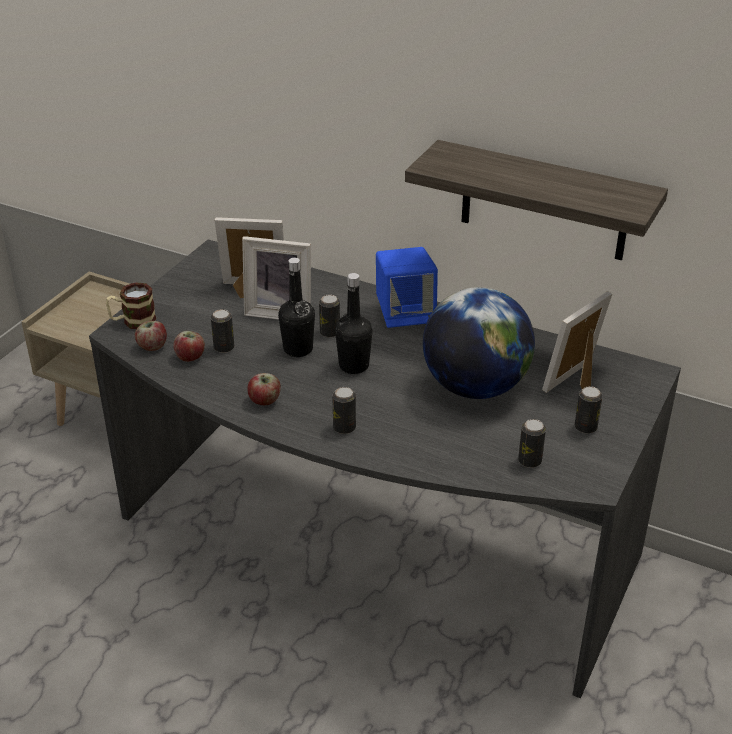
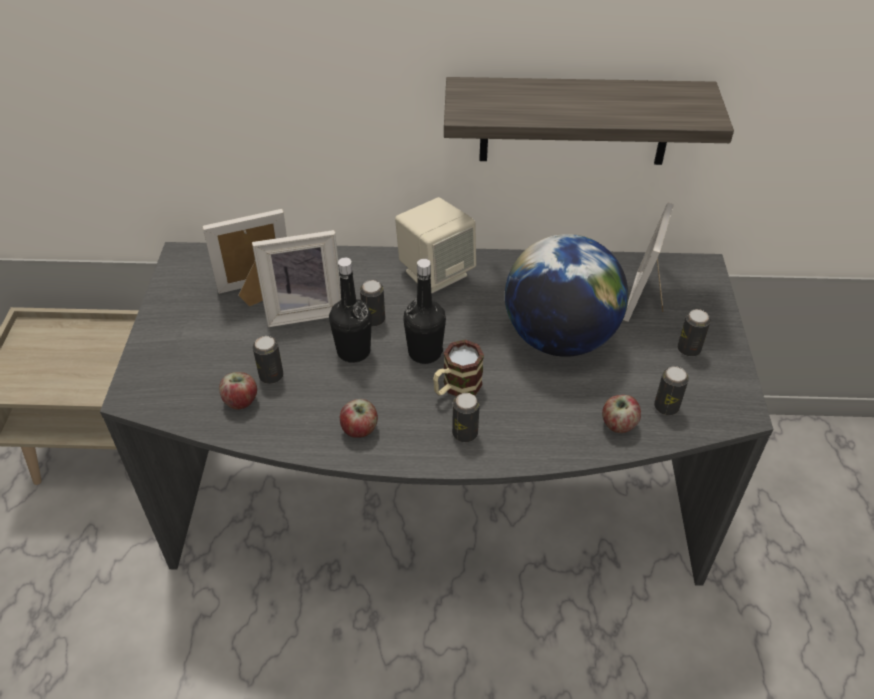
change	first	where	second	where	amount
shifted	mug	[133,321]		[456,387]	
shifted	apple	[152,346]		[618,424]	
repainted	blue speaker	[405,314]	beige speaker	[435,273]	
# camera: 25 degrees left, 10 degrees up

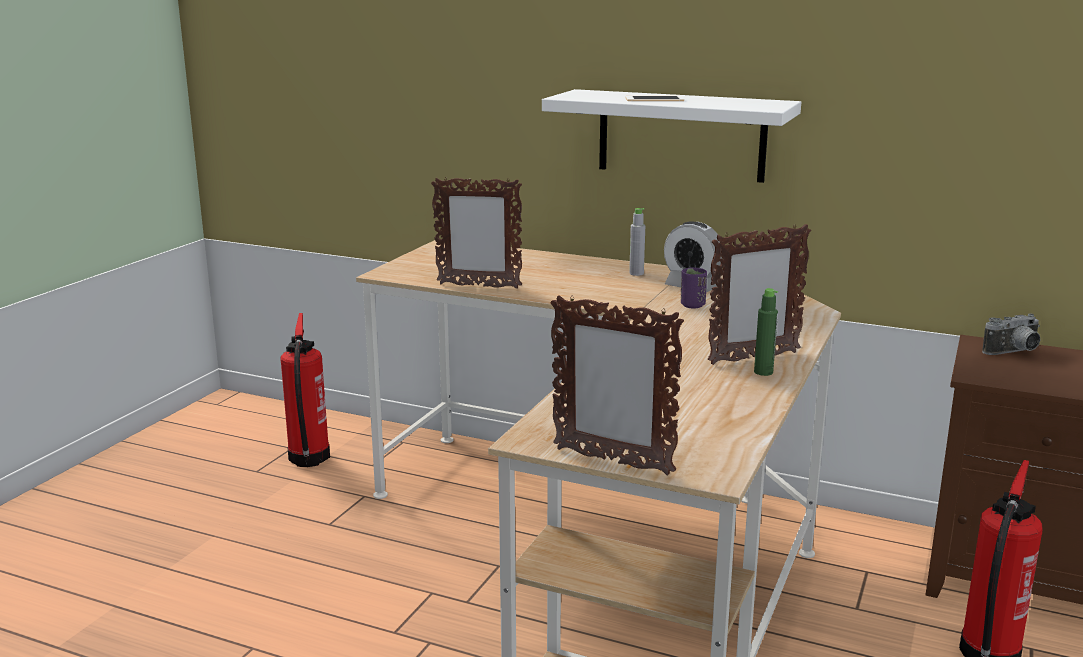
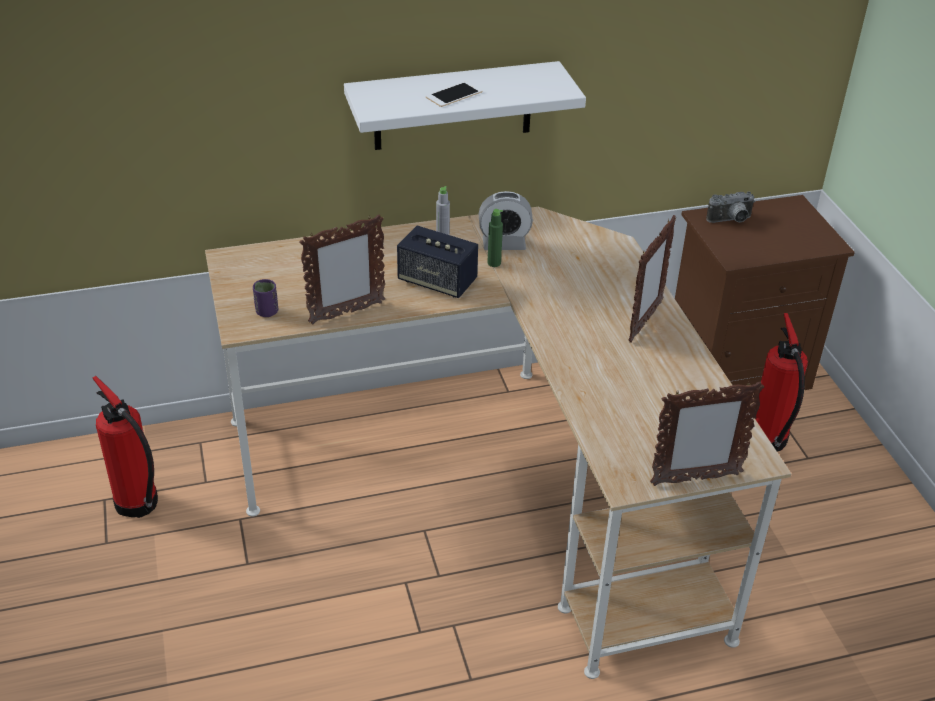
change	first	where	second	where	amount
new			speaker	[437,281]	
shifted	purple cup	[692,305]		[267,312]	
shifted	green bottle	[763,372]		[494,263]	
rotated	photo camera	[1014,353]		[731,221]	45 degrees clockwise
# camera: 40 degrees left, 20 degrees up

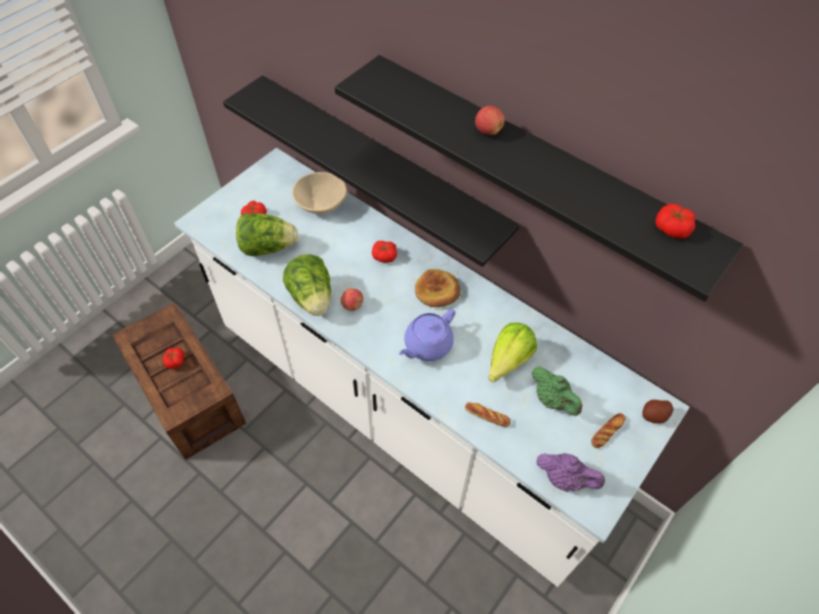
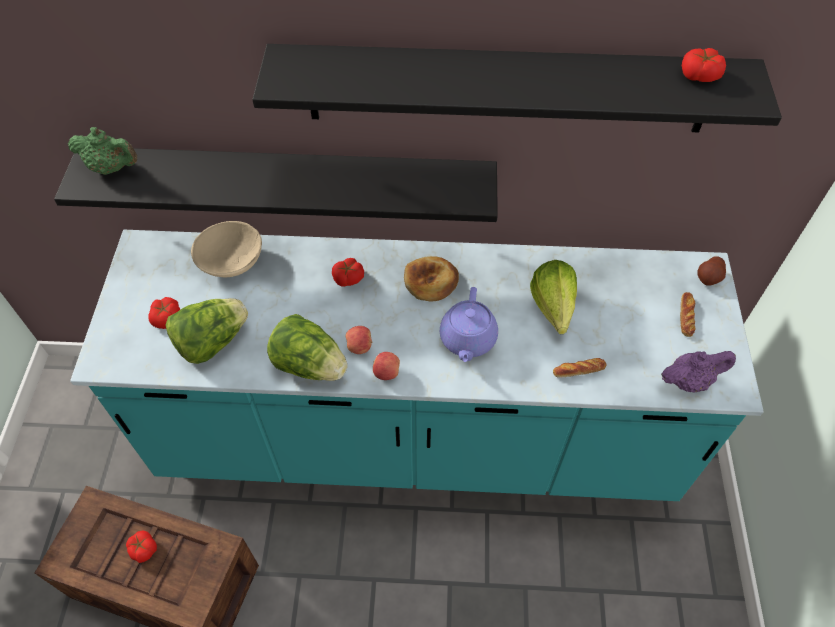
change	first	where	second	where	amount
shifted	apple	[488,131]		[386,372]	
shifted	green teapot	[552,400]		[111,168]	
repainted	white counter	[406,413]	turquoise counter	[417,440]	
# camera: 35 degrees left, 0 degrees up

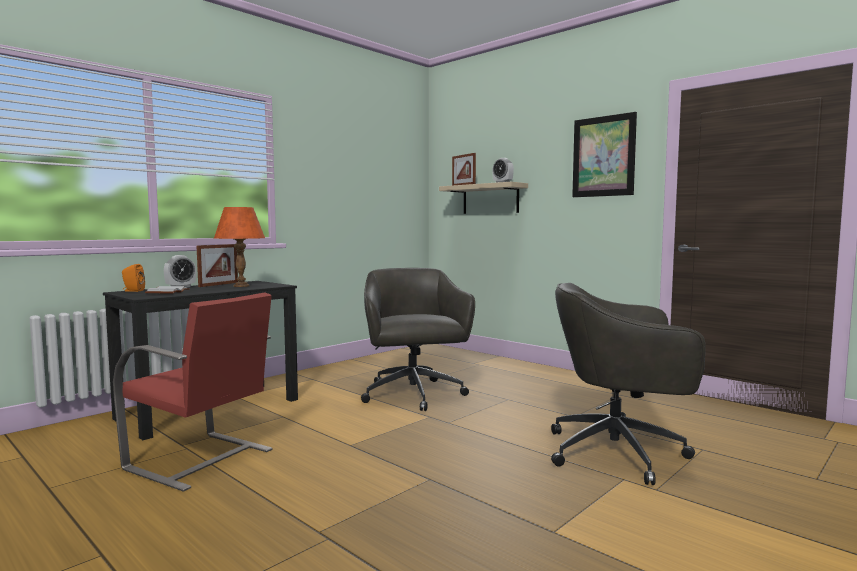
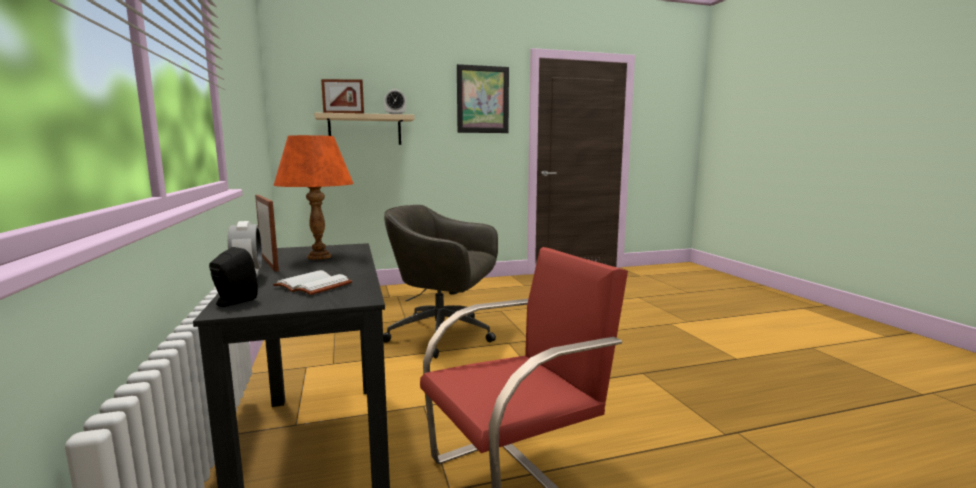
change	first	where	second	where	amount
gone	grey office chair	[619,453]			
repainted	orange speaker	[132,291]	black speaker	[233,302]	
# camera: 60 degrees left, 5 degrees up

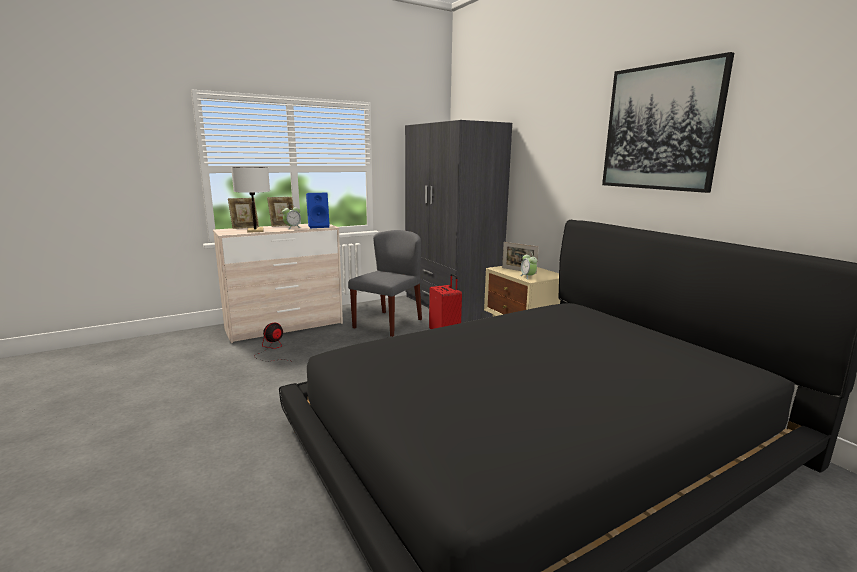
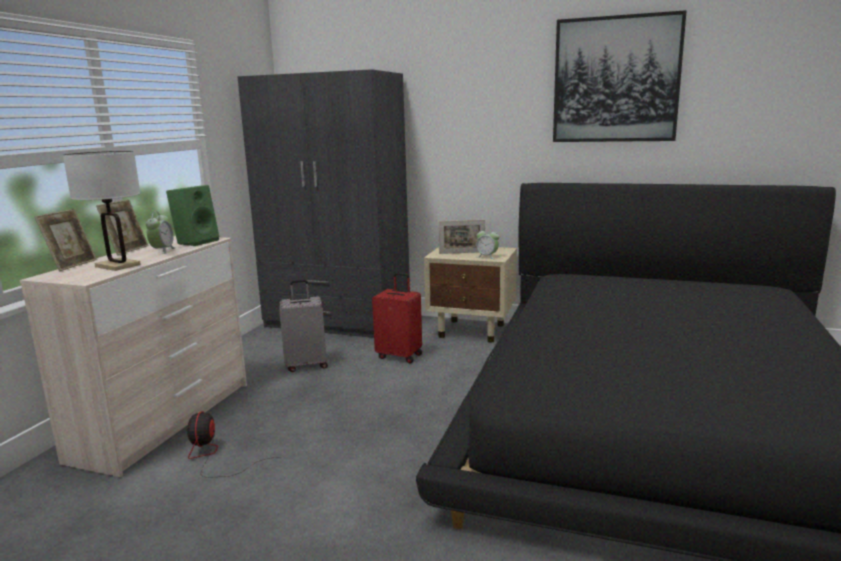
change	first	where	second	where	amount
swapped	grey chair	[388,323]	grey suitcase	[306,365]	
repainted	blue speaker	[319,226]	green speaker	[197,242]	
# camera: 40 degrees left, 0 degrees up

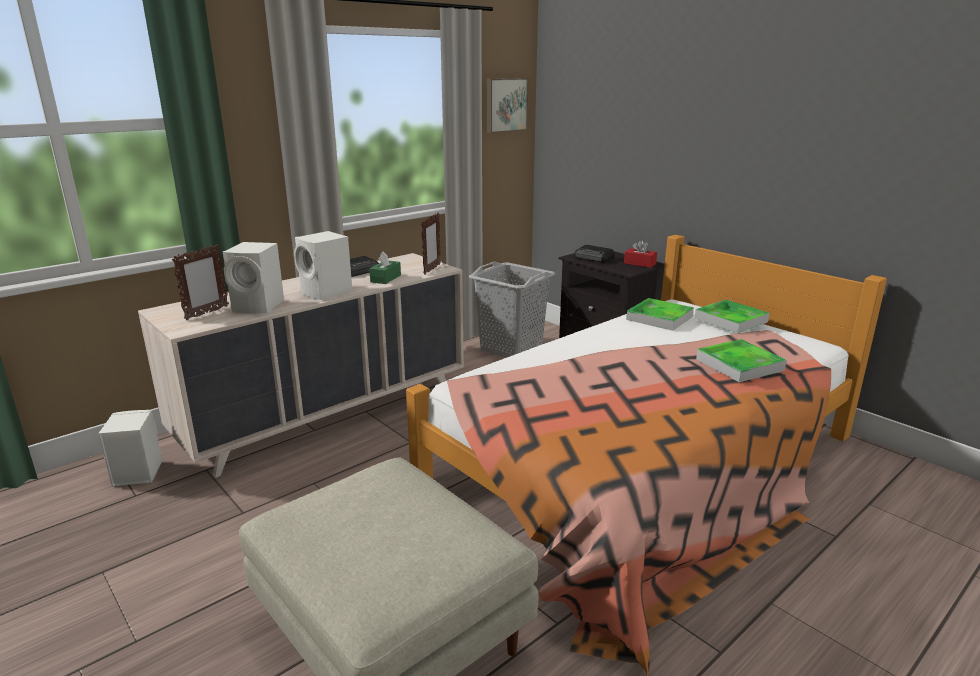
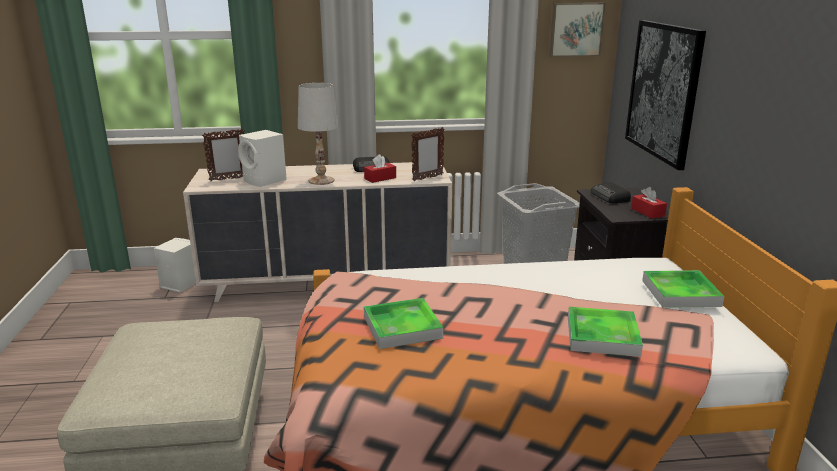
change	first	where	second	where	amount
new			picture	[663,91]	
shifted	tray	[659,318]		[402,327]	
swapped	white speaker	[327,292]	white table lamp	[321,181]	
repainted	green tissue box	[385,278]	red tissue box	[380,178]	
# camera: 35 degrees right, 0 degrees up

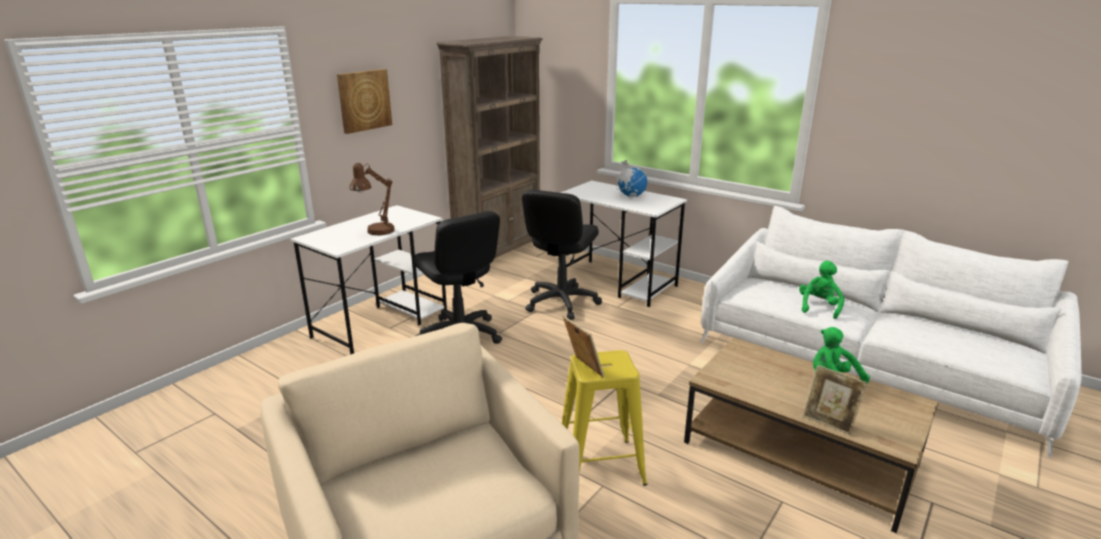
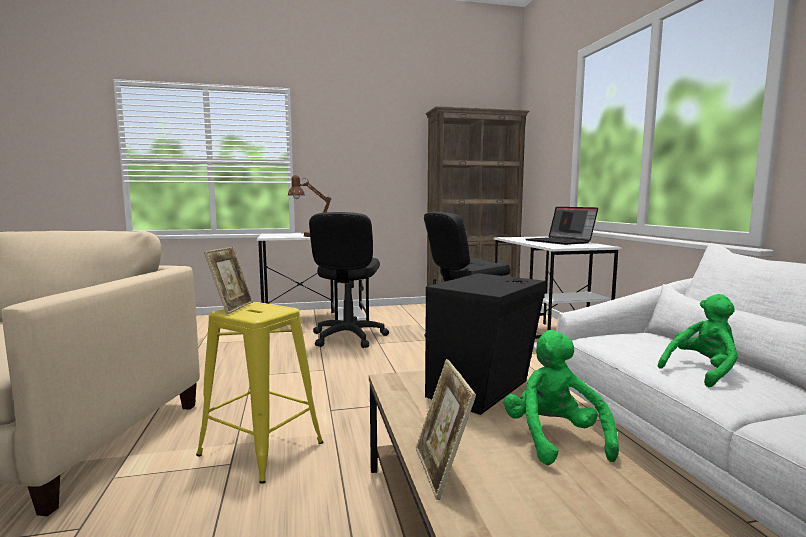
change	first	where	second	where	amount
gone	picture	[364,100]			
new			black speaker	[484,390]	
swapped	globe	[631,196]	laptop	[561,242]	
# camera: 40 degrees right, 15 degrees down

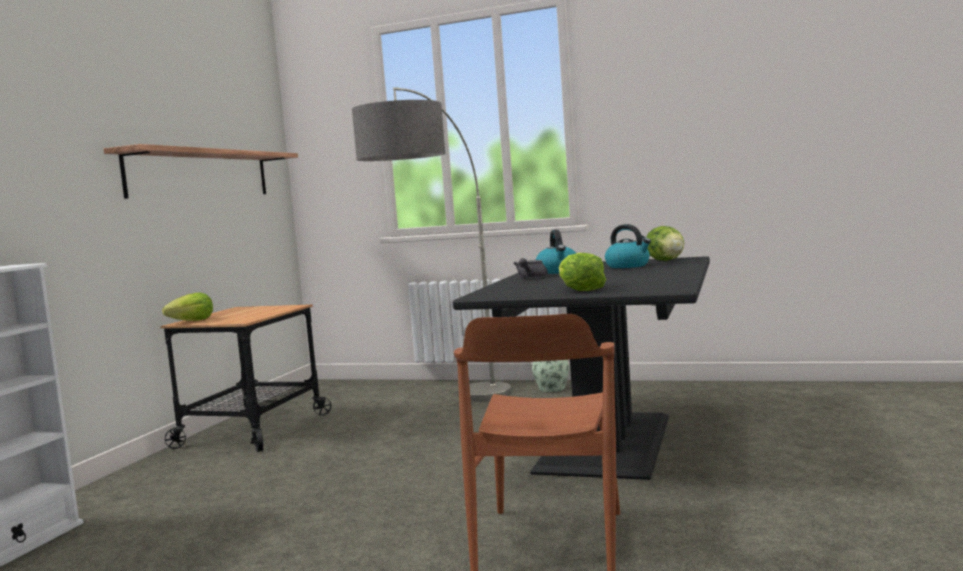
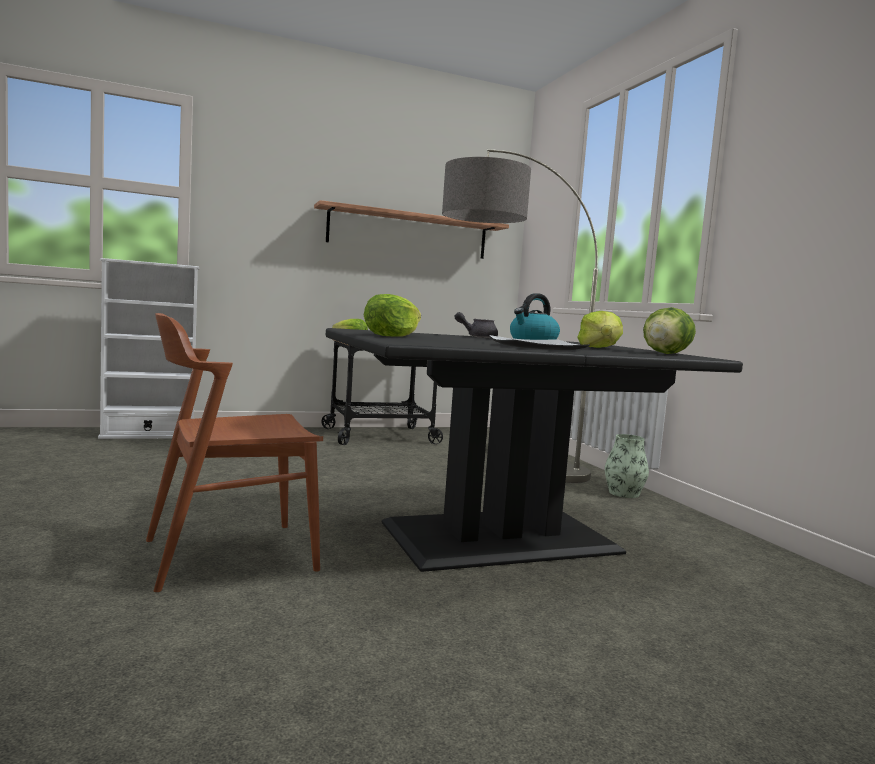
change	first	where	second	where	amount
new			plate	[537,347]	
swapped	kettle	[628,266]	lettuce	[600,348]	
# camera: 50 degrees right, 0 degrees up

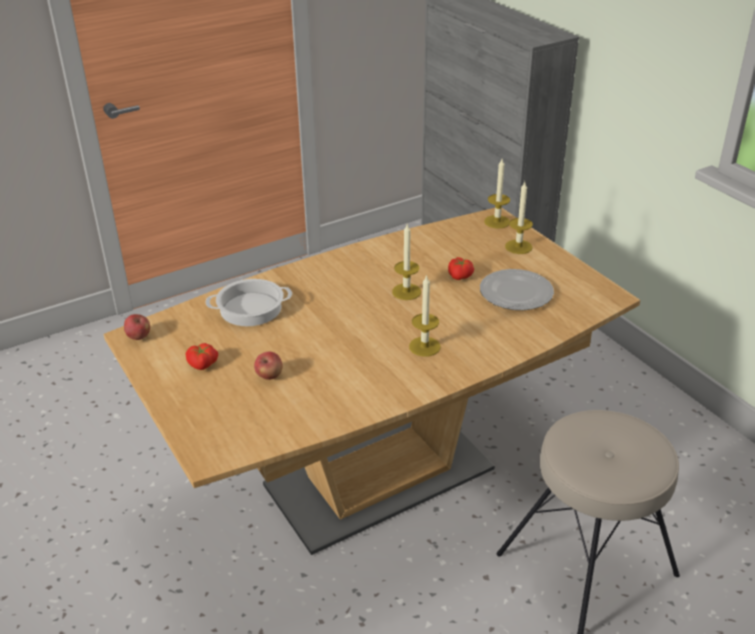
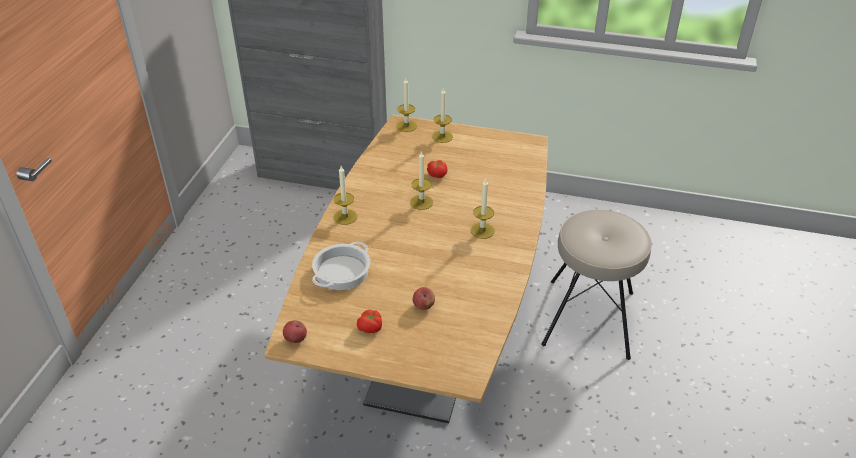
change	first	where	second	where	amount
gone	plate	[515,292]			
new			candle	[345,217]	
# camera: 45 degrees left, 5 degrees up

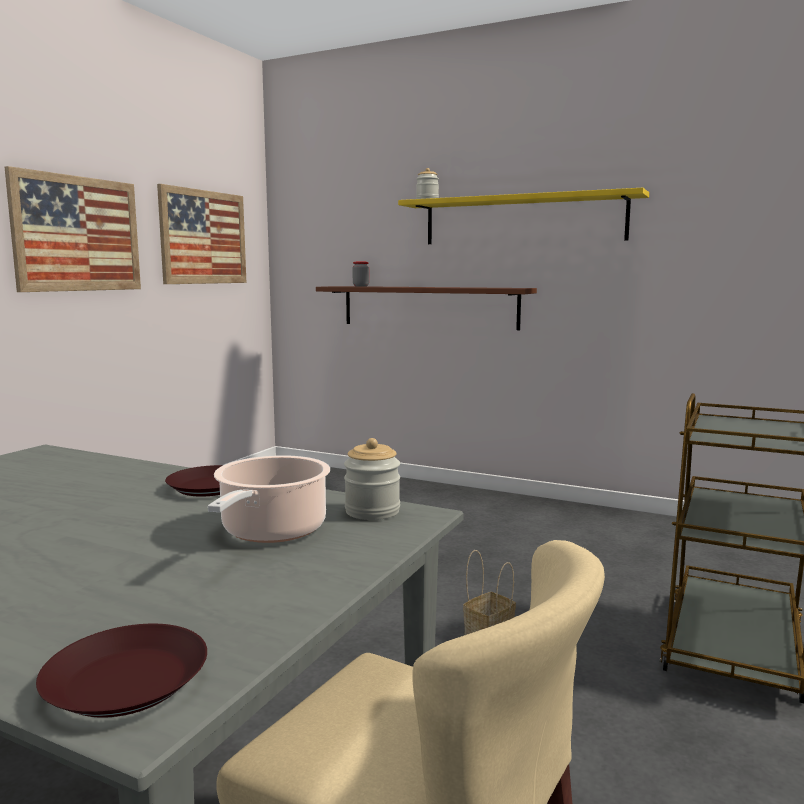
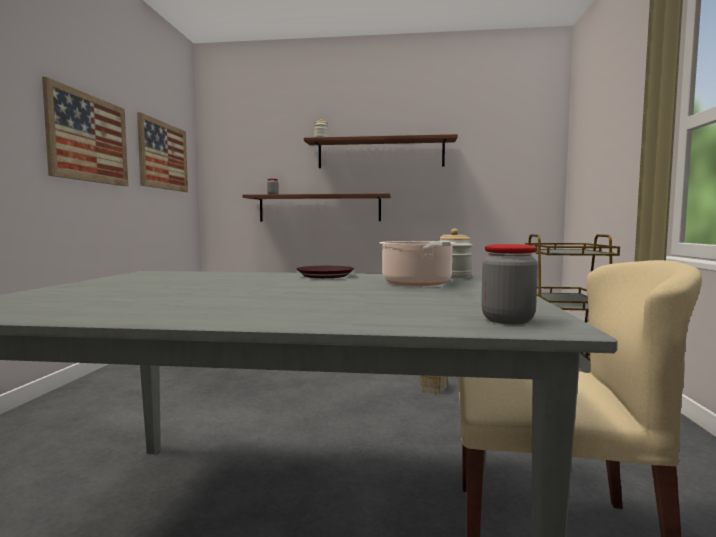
change	first	where	second	where	amount
swapped	brown plate	[127,681]	jar	[507,320]	
repainted	yellow shelf	[522,220]	brown shelf	[380,154]	
# camera: 20 degrees left, 5 degrees down

